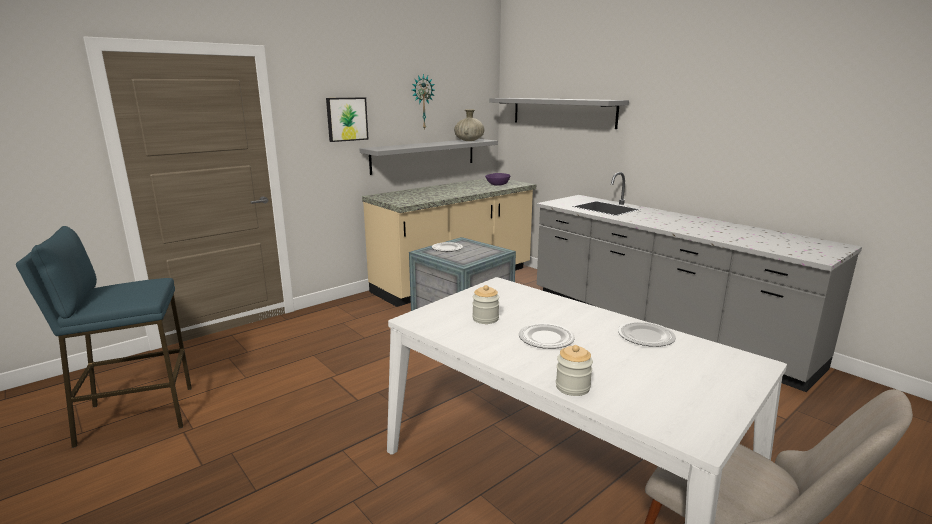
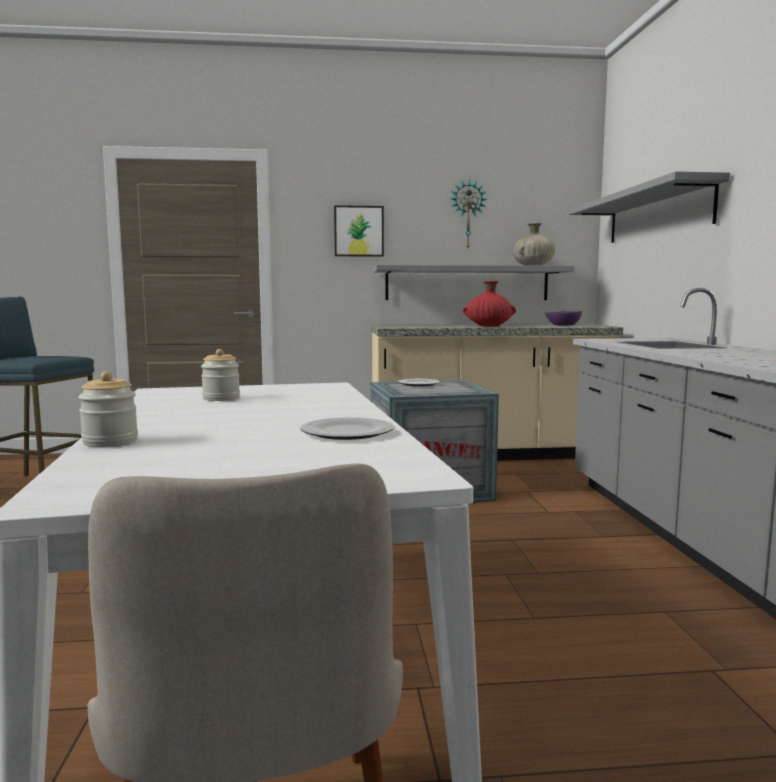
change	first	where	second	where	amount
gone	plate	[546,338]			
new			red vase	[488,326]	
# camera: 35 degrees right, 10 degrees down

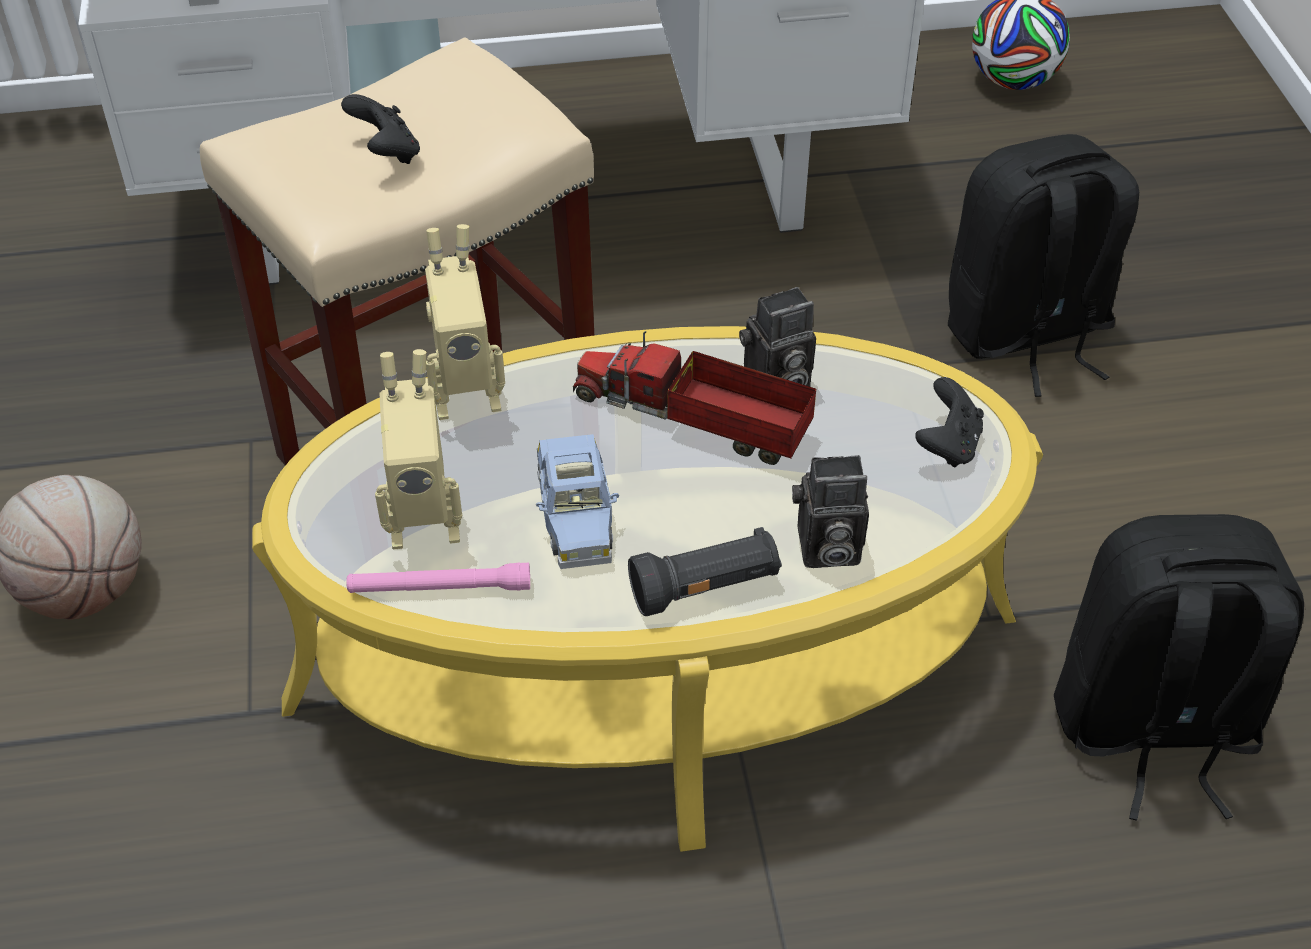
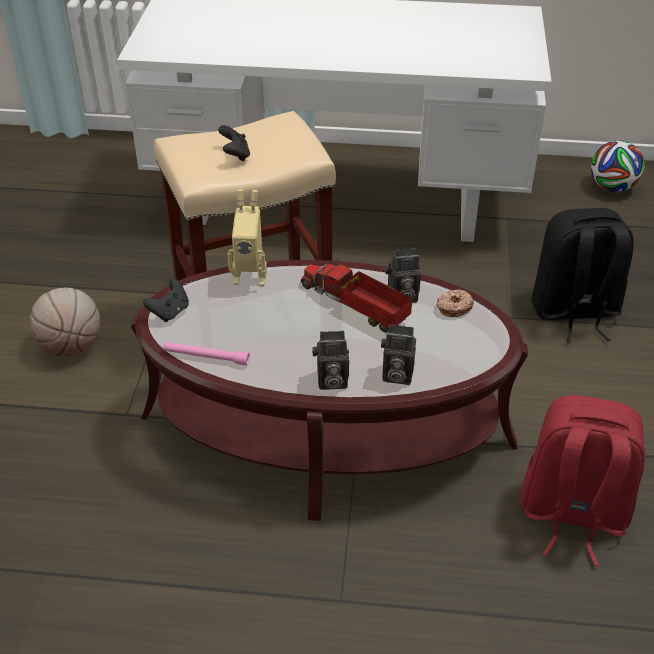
change	first	where	second	where	amount
gone	toy robot	[424,521]			
gone	blue toy car	[576,512]			
new			donut	[454,307]	
shifted	black game controller	[948,445]		[170,312]	
swapped	black flashlight	[705,588]	photo camera	[330,381]	
repainted	yellow coffee table	[654,658]	brown coffee table	[326,429]	
repainted	black backpack	[1151,727]	red backpack	[571,514]	
# camera: 15 degrees right, 5 degrees down

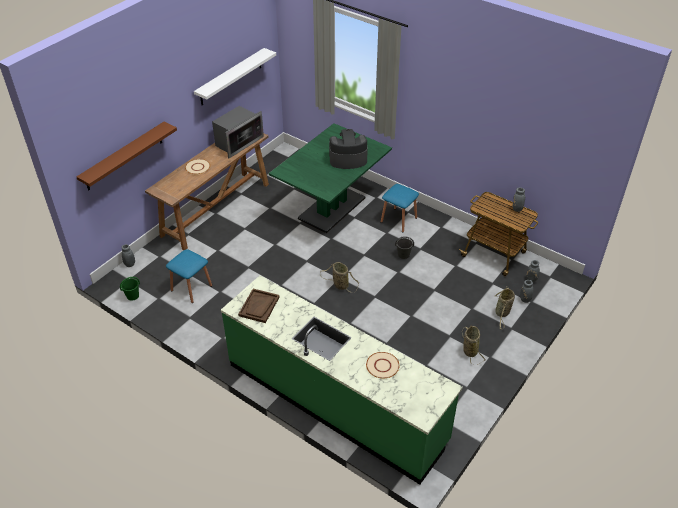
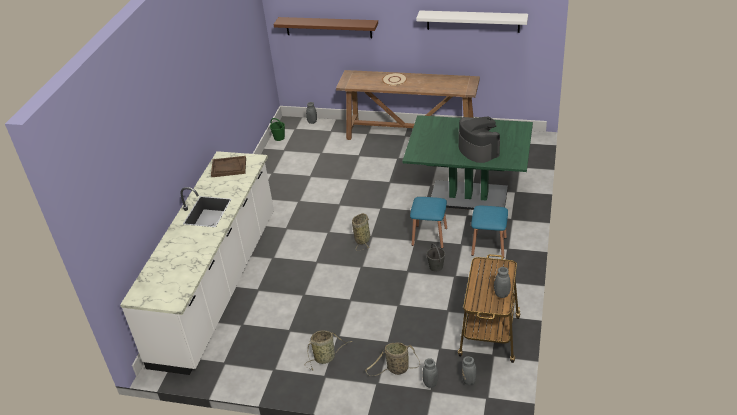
change	first	where	second	where	amount
gone	microwave	[238,142]			
gone	beige plate	[382,366]			
shifted	blue stool	[191,288]		[429,236]	
repainted	green counter	[336,402]	white counter	[218,286]	
# camera: 70 degrees right, 5 degrees down

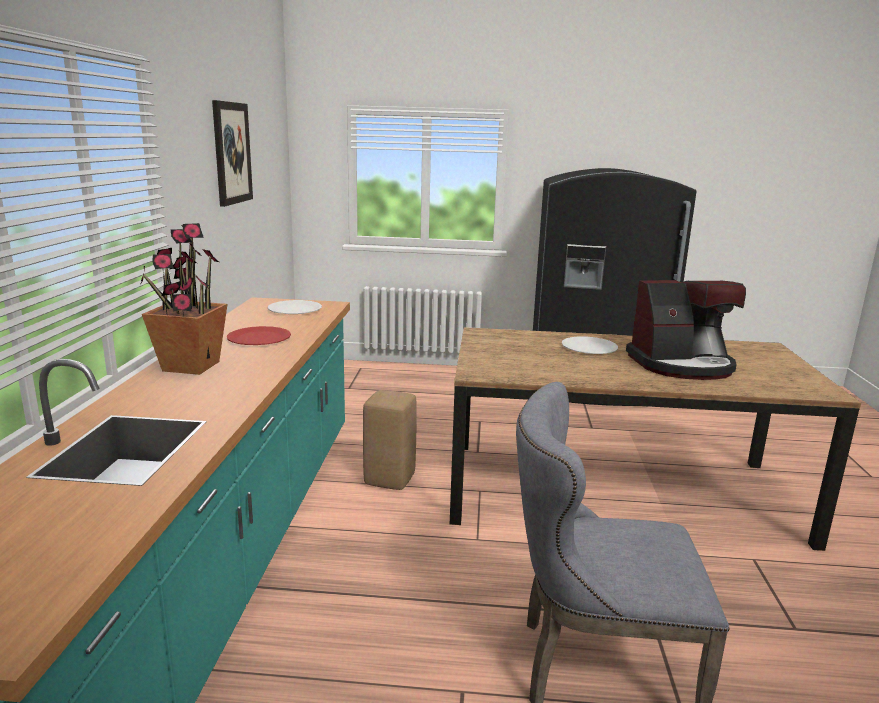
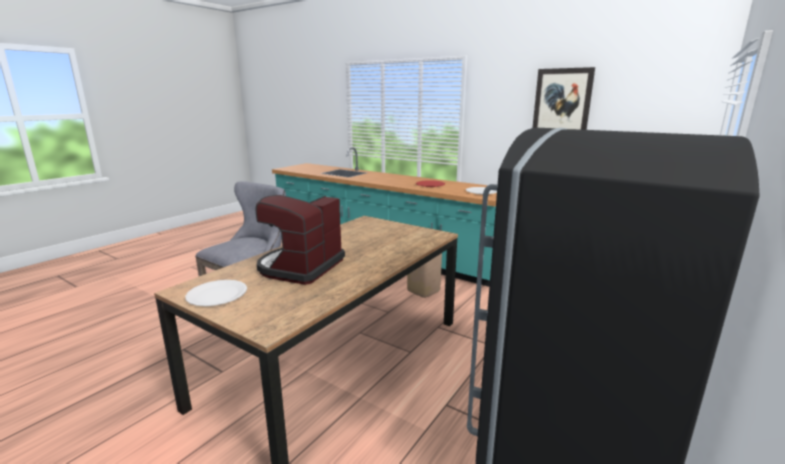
change	first	where	second	where	amount
gone	potted plant	[190,366]			
shifted	white plate	[589,347]		[217,294]	
# camera: 120 degrees right, 0 degrees up

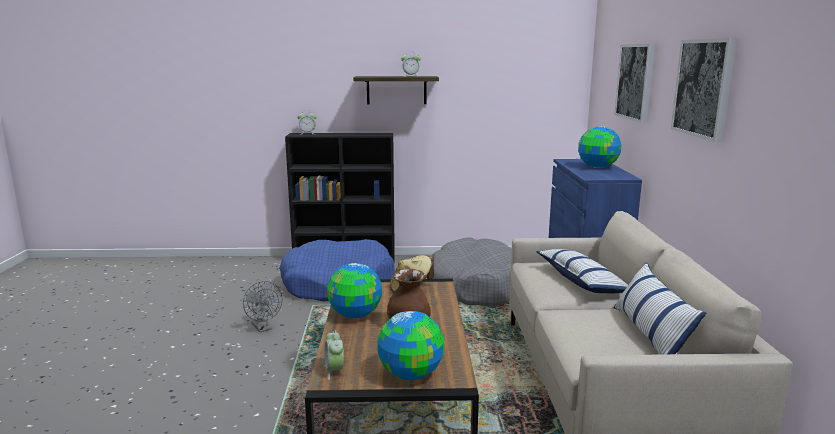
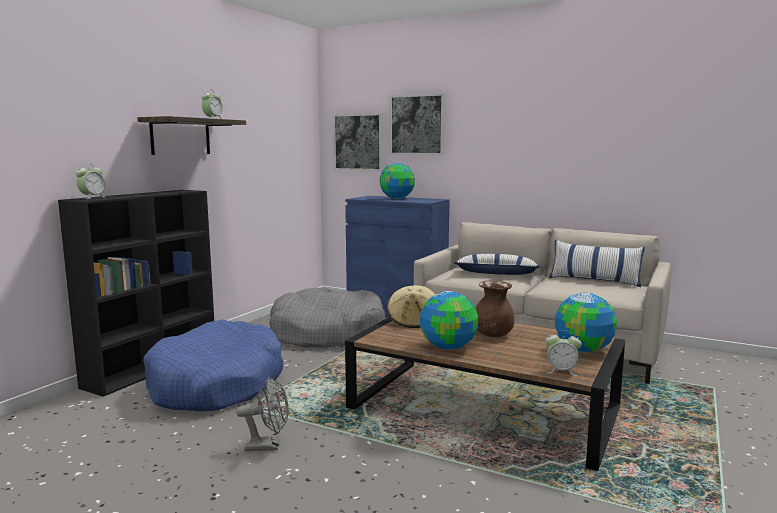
change	first	where	second	where	amount
shifted	picture	[703,88]		[358,142]	
# camera: 60 degrees left, 5 degrees down

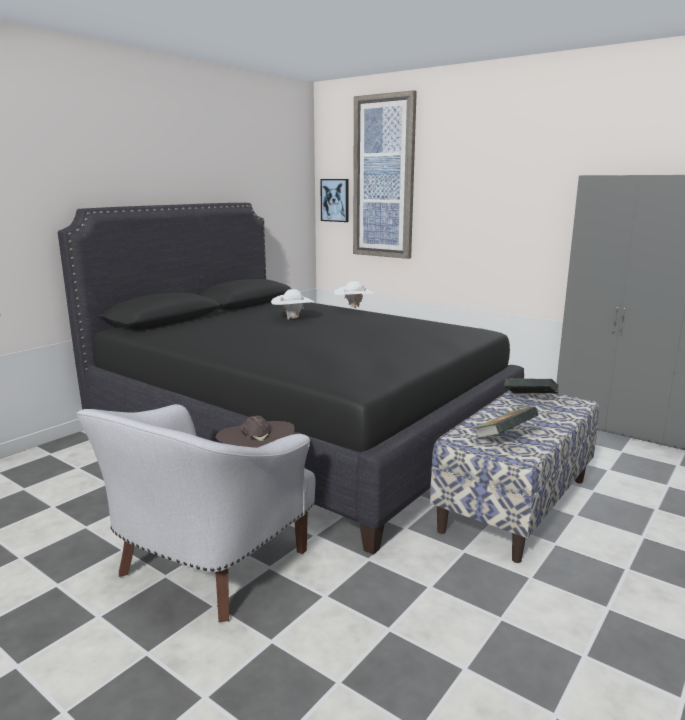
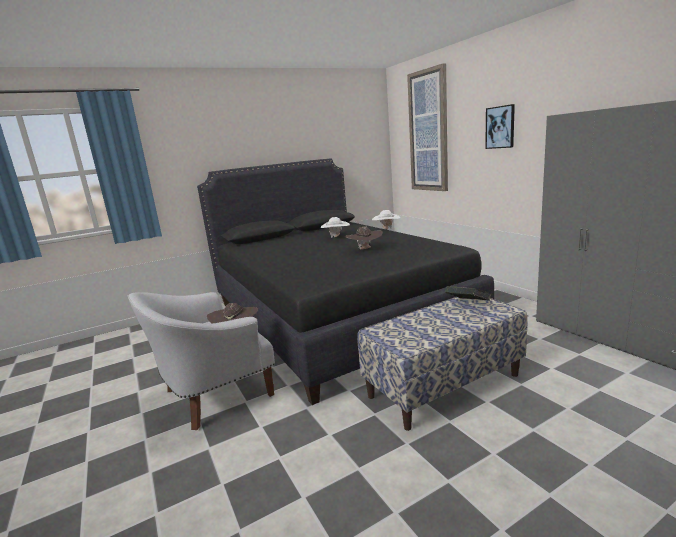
change	first	where	second	where	amount
gone	book	[504,438]			
new			brown hat	[364,250]	
shifted	picture	[335,200]		[500,127]	
# camera: 25 degrees right, 0 degrees up

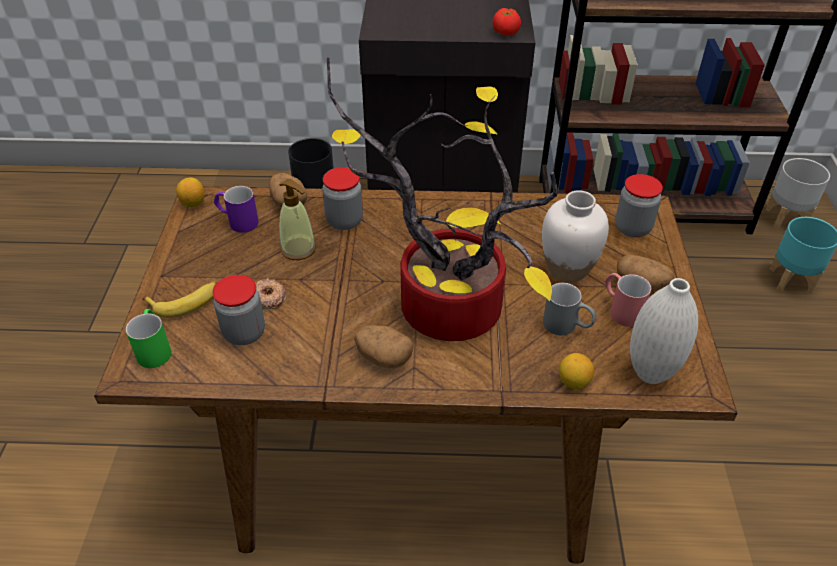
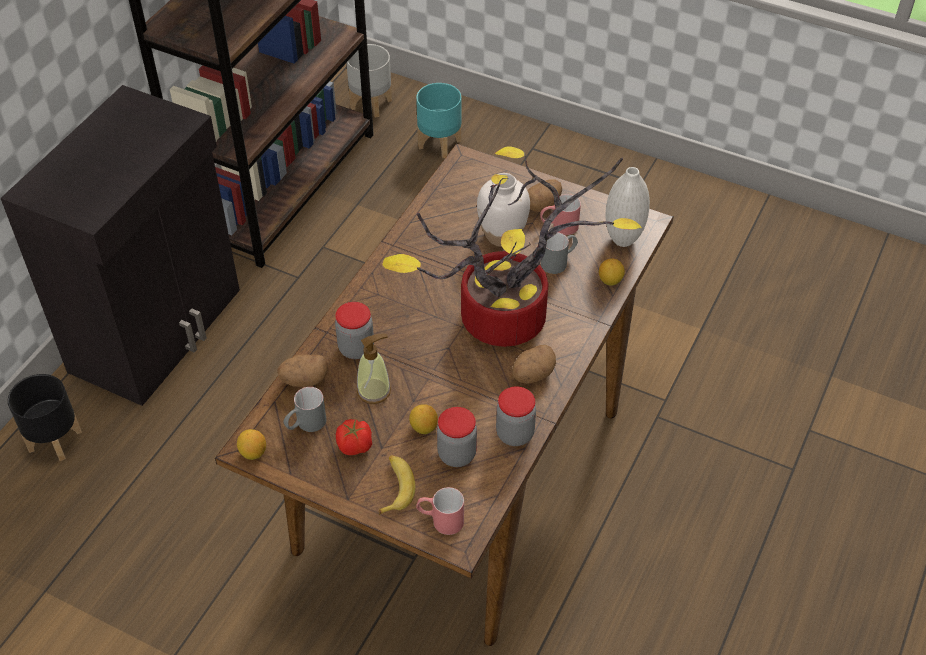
change	first	where	second	where	amount
shifted	tomato	[505,33]		[355,446]	
shifted	jar	[632,228]		[515,434]	
swapped	donut	[268,297]	lemon	[423,428]	
repainted	green mug	[154,348]	red mug	[440,520]	
repainted	purple mug	[237,221]	grey mug	[305,425]	
# camera: 65 degrees left, 5 degrees up

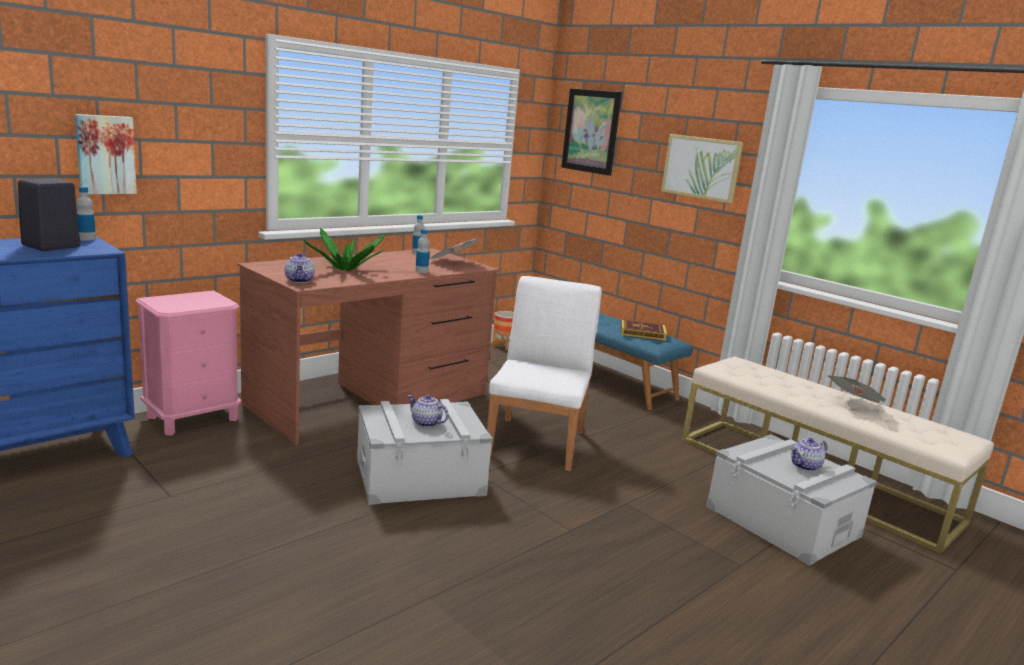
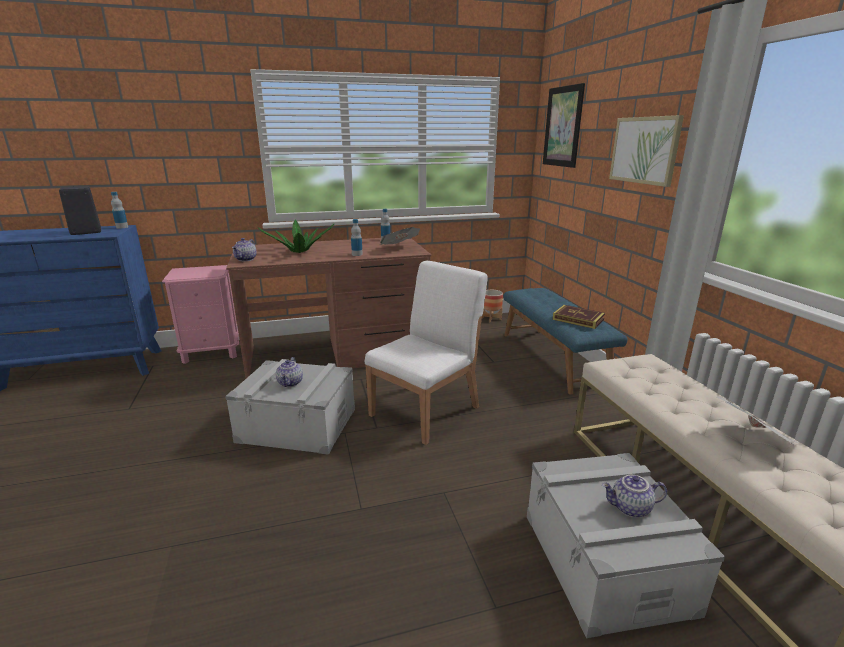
change	first	where	second	where	amount
gone	picture	[105,154]			
rotated	teapot	[425,423]		[291,383]	150 degrees counterclockwise
# camera: 30 degrees right, 5 degrees up

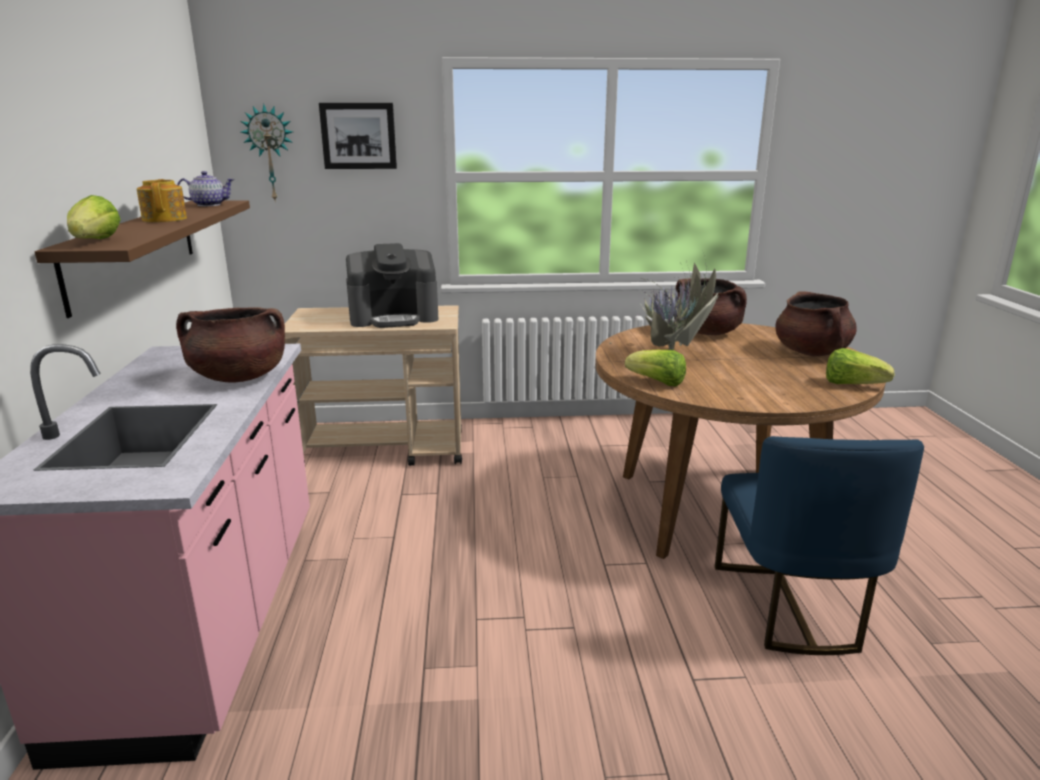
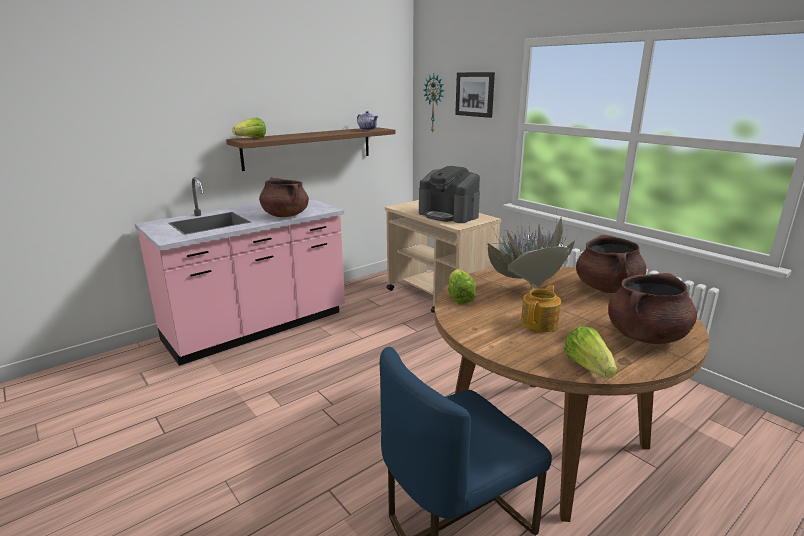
change	first	where	second	where	amount
shifted	teapot	[165,219]		[540,323]	
# camera: 55 degrees right, 0 degrees up

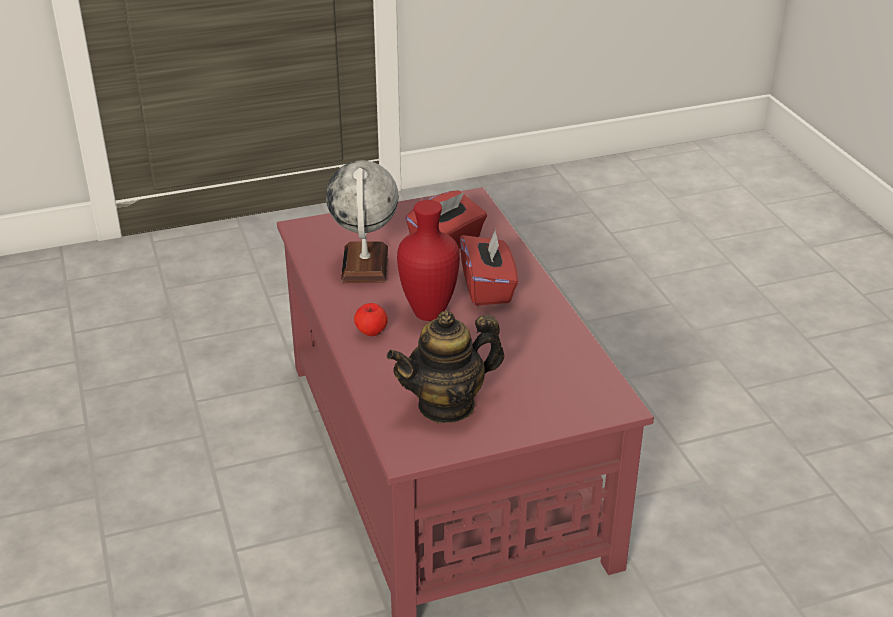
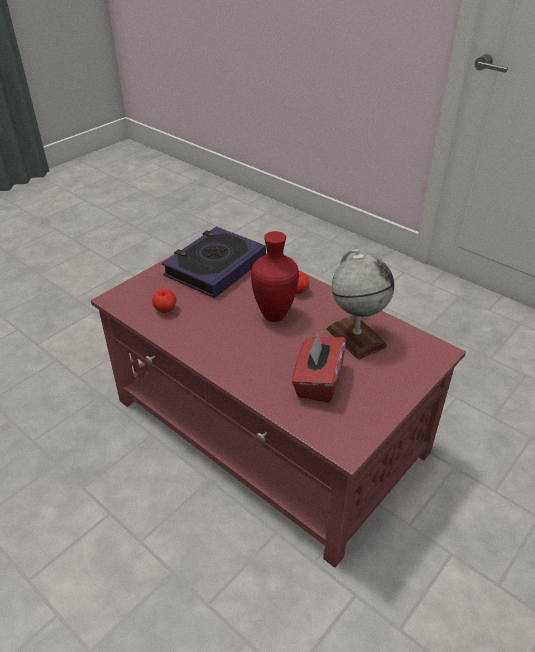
change	first	where	second	where	amount
gone	red tissue box	[488,288]			
new			apple	[165,310]	
swapped	teapot	[447,405]	book	[215,267]	
# camera: 150 degrees right, 5 degrees up

